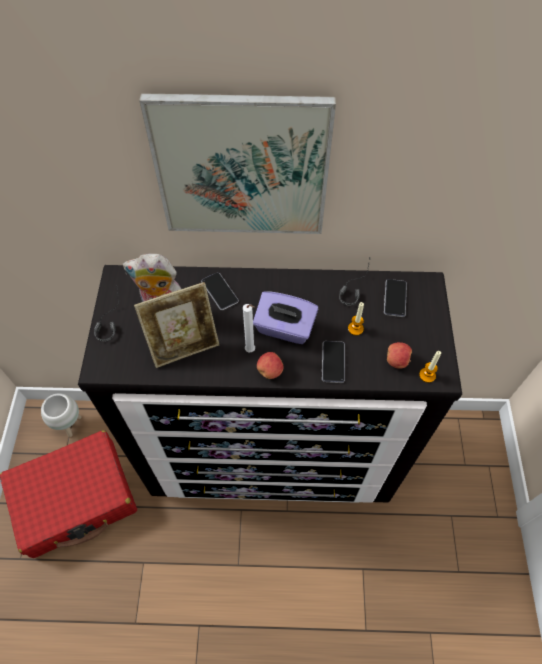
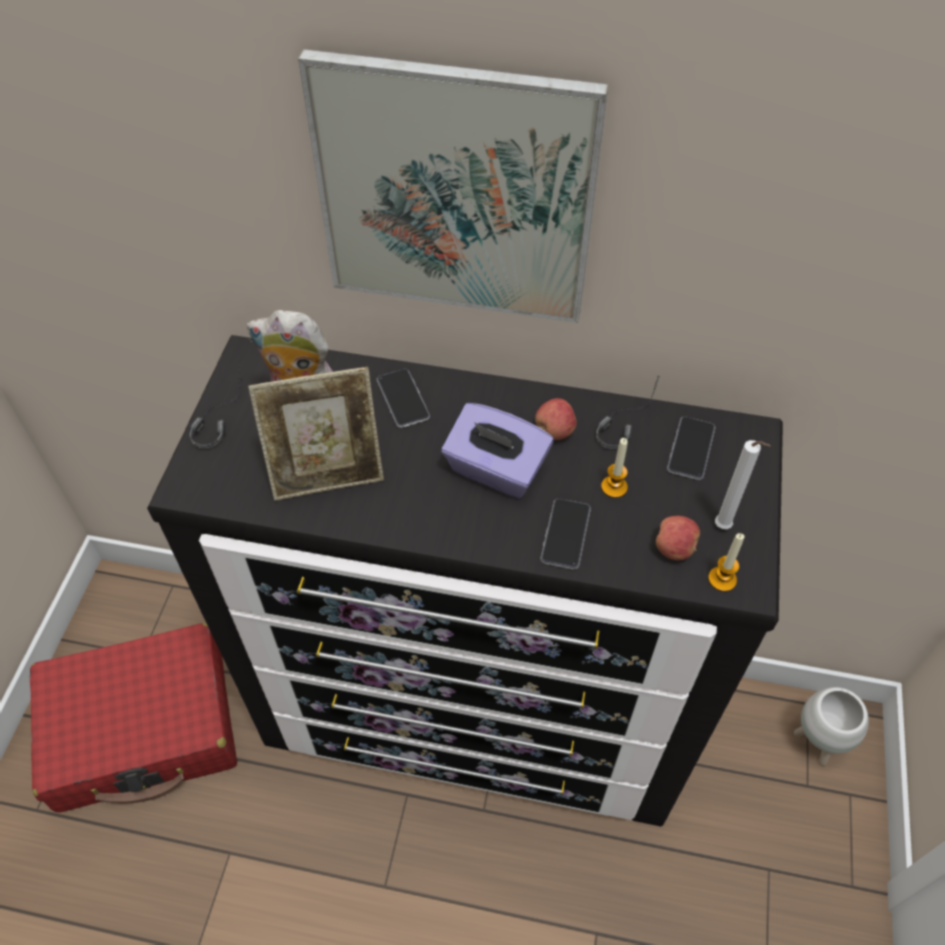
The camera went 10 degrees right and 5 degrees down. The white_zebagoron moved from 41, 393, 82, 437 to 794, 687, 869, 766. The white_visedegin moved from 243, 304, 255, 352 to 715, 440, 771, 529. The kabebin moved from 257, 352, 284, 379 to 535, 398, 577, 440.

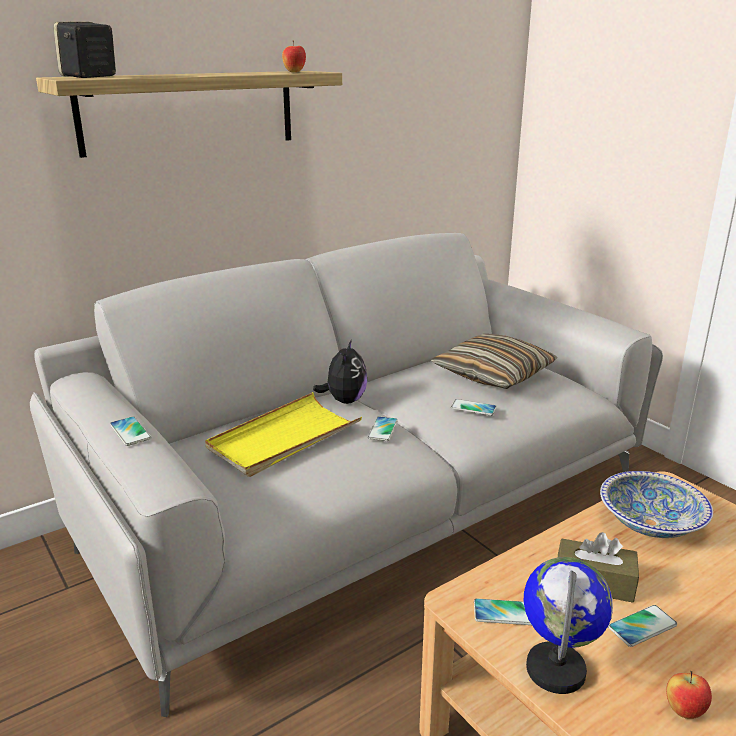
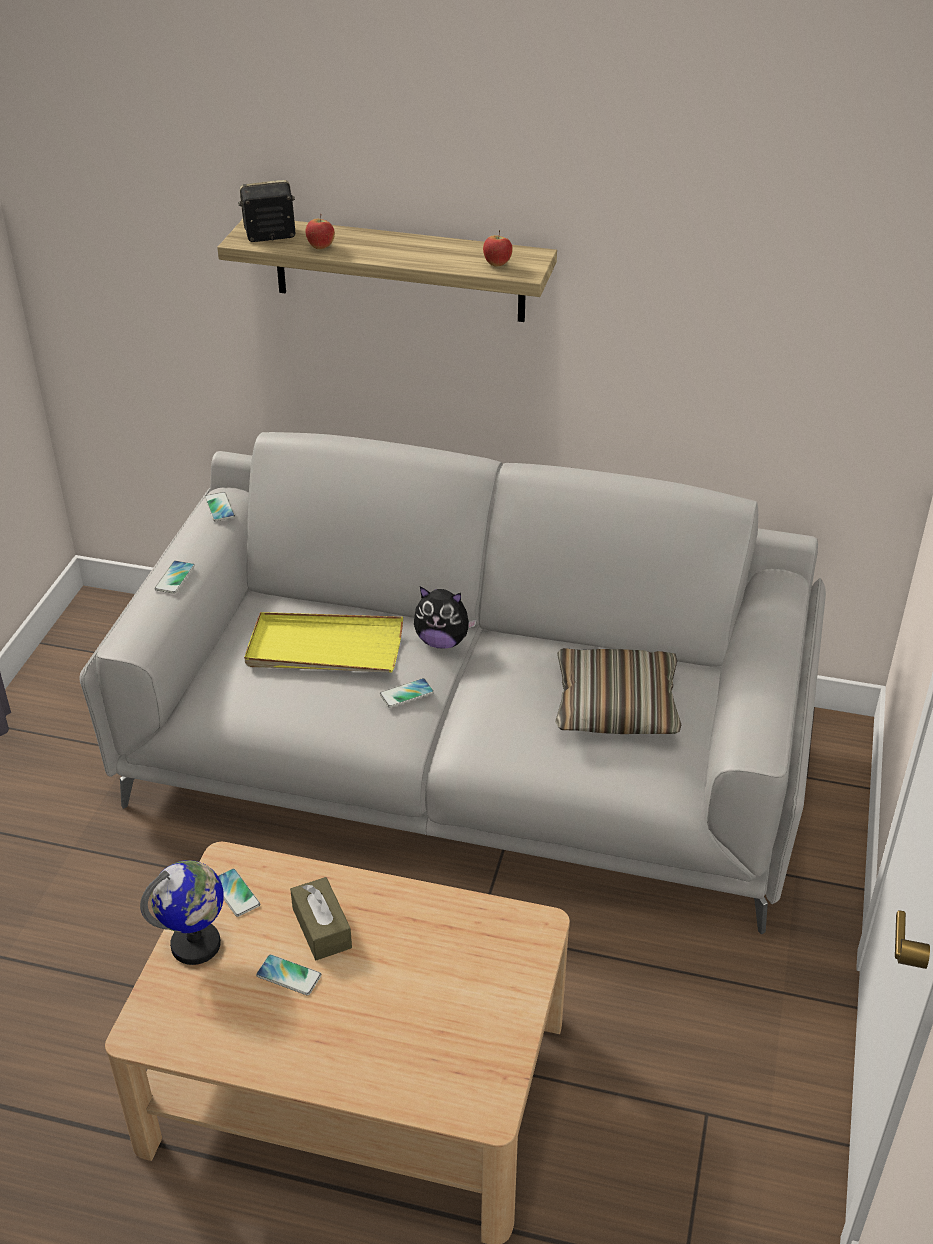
The camera went 50 degrees right and 15 degrees up. The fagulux at 313, 339, 367, 404 turned 45 degrees clockwise. The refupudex moved from 451, 399, 497, 416 to 205, 492, 235, 521. The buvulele at 600, 471, 713, 538 disappeared. The kabebin moved from 666, 671, 712, 719 to 305, 214, 335, 249.

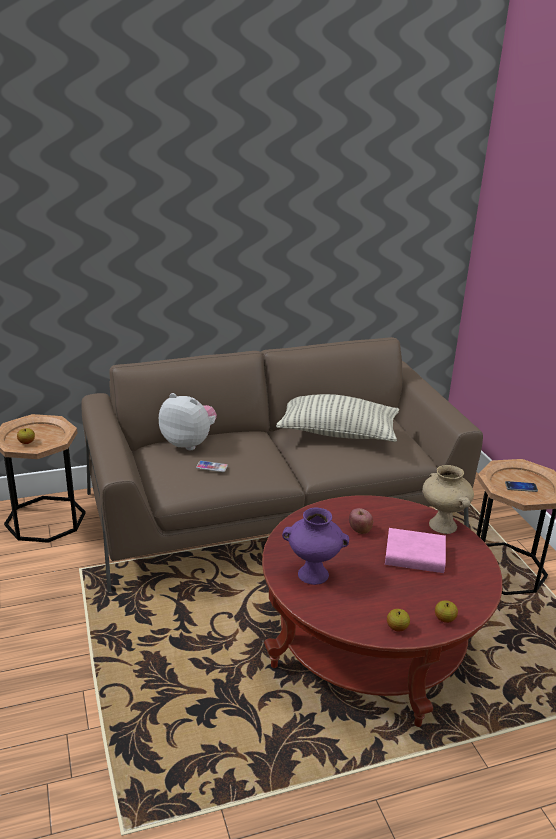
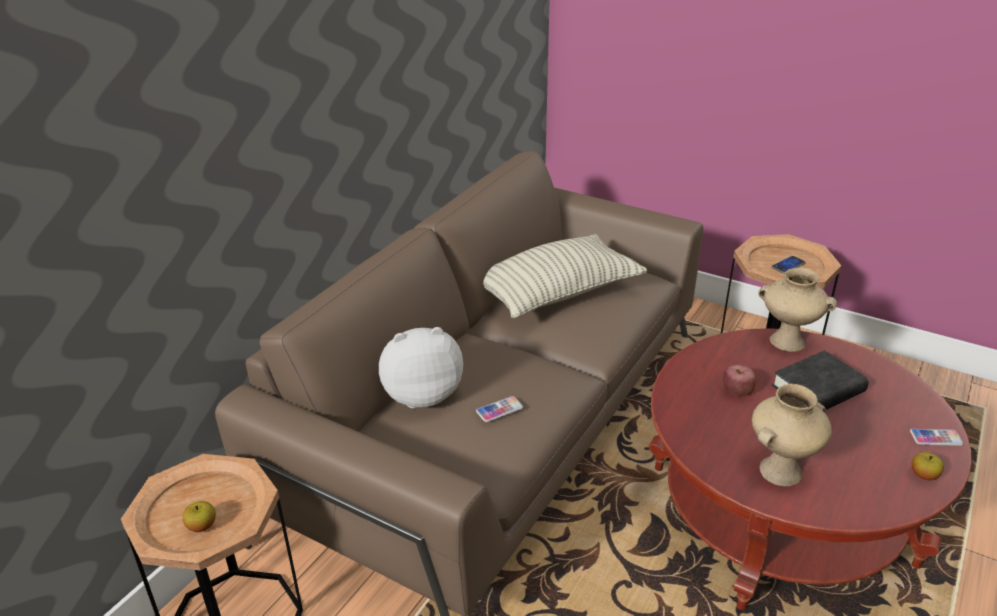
The camera went 40 degrees left and 5 degrees up. The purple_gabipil at 282, 508, 349, 585 became the beige_gabipil at 752, 384, 832, 486. The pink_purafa at 385, 528, 446, 573 became the black_purafa at 772, 350, 869, 410. The kabebin at 435, 600, 458, 623 was replaced by the refupudex at 910, 429, 964, 446.

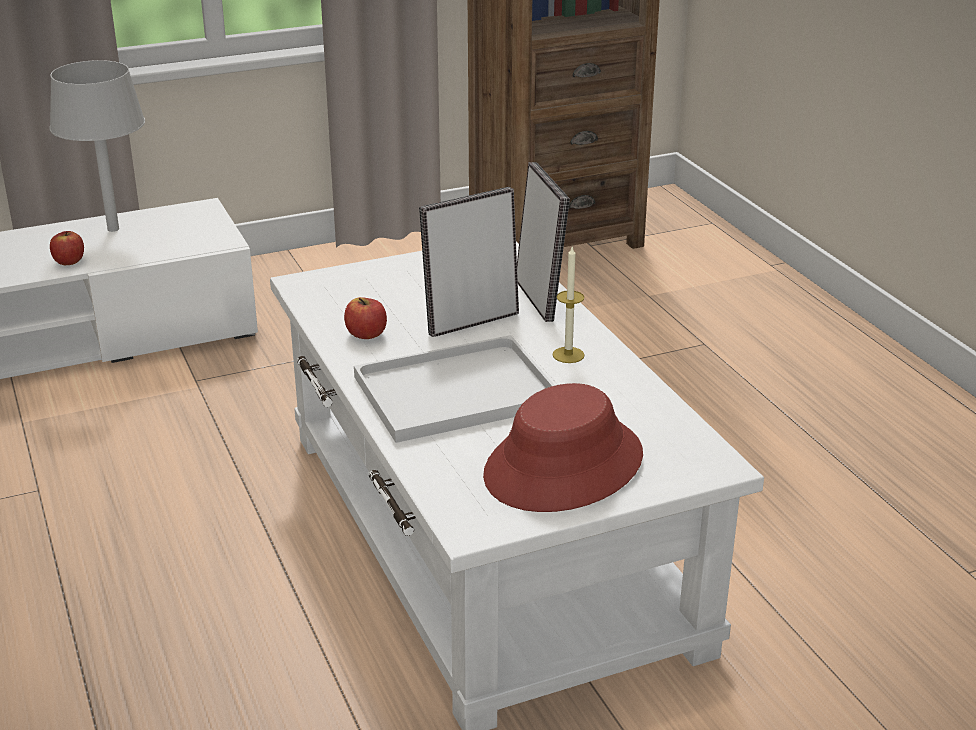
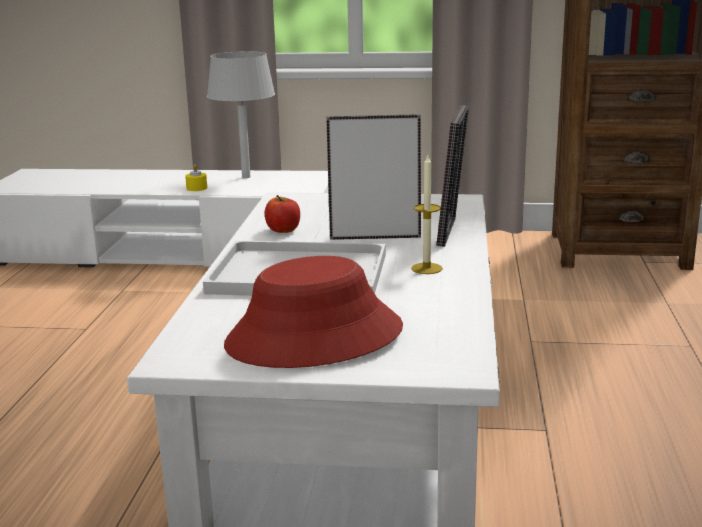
The camera went 30 degrees right and 10 degrees down. The kabebin at 50, 231, 84, 265 was replaced by the yellow_visedegin at 185, 164, 207, 191.

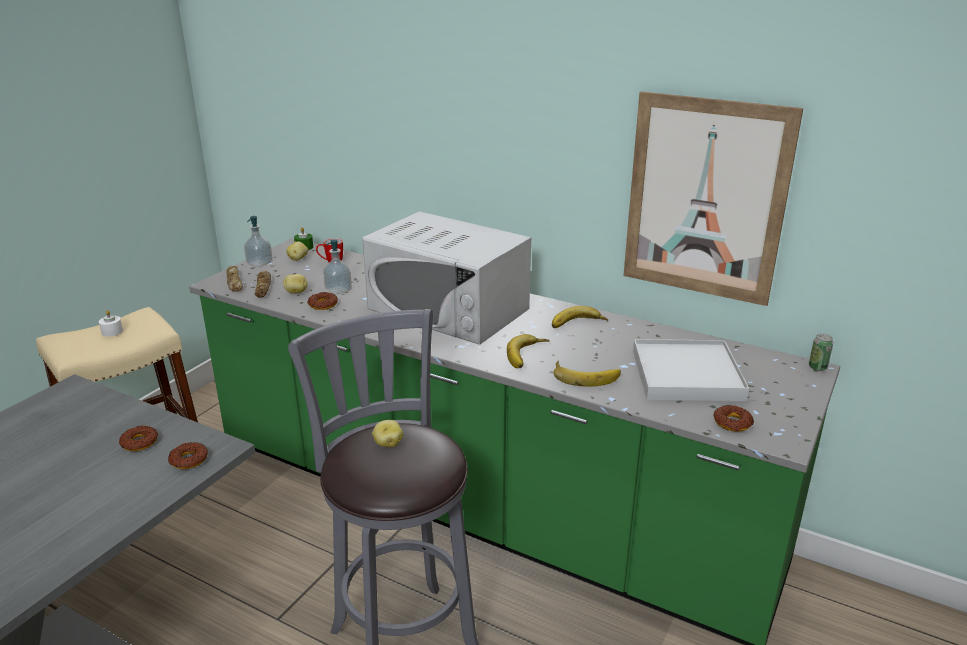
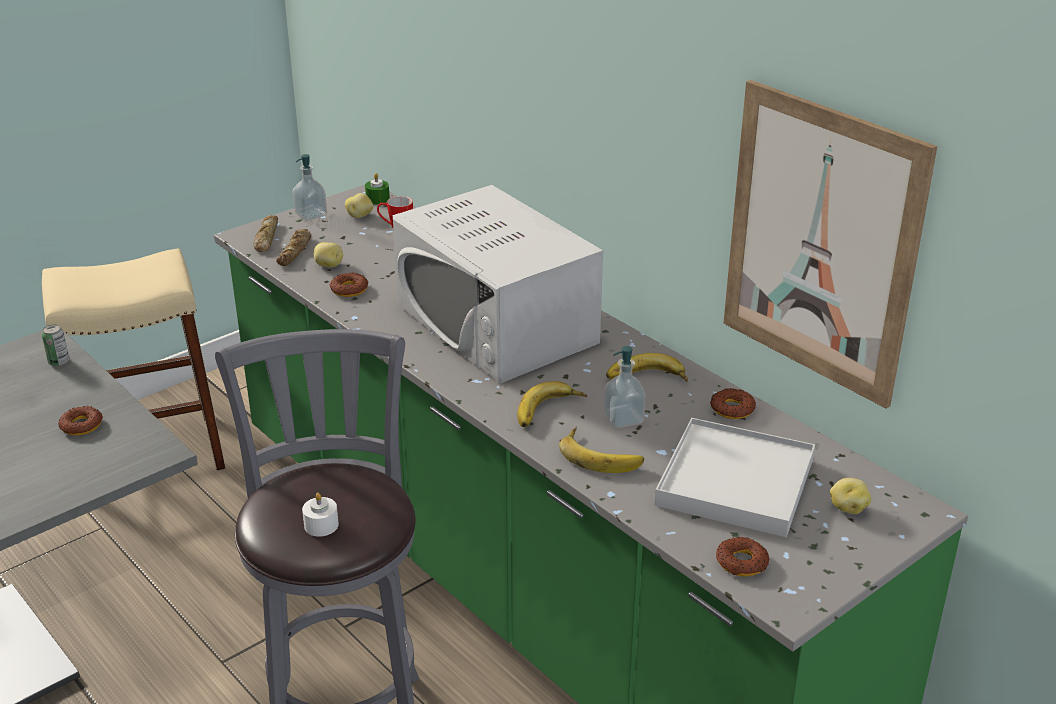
The camera went 20 degrees right and 5 degrees up. The white_visedegin moved from 99, 310, 123, 337 to 302, 493, 339, 537. The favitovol moved from 168, 442, 208, 469 to 710, 388, 756, 419. The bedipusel moved from 323, 239, 352, 295 to 604, 346, 646, 428. The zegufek moved from 372, 420, 404, 447 to 830, 478, 871, 514. The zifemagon moved from 809, 334, 833, 371 to 42, 324, 69, 366.

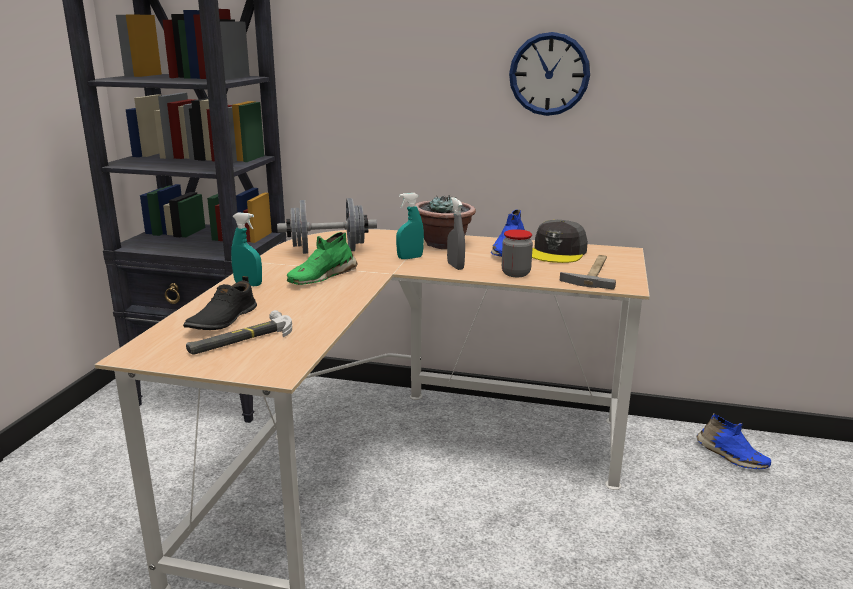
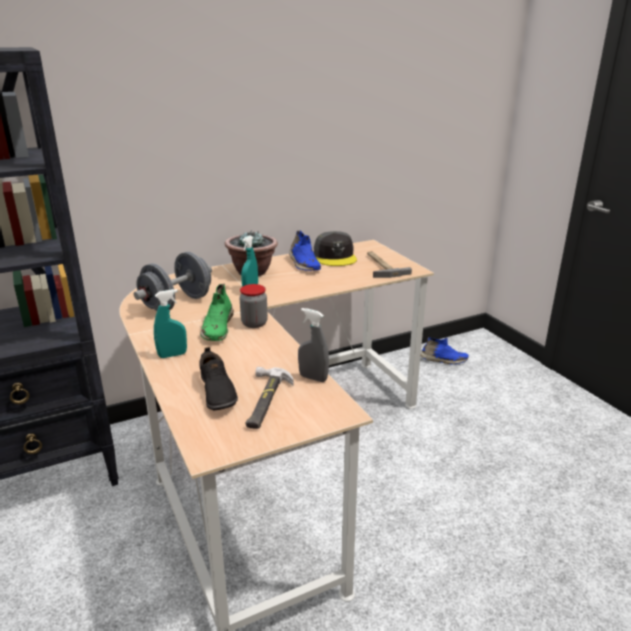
The camera went 40 degrees left and 5 degrees up. The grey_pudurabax moved from 447, 197, 465, 270 to 298, 308, 329, 382. The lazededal moved from 502, 229, 533, 277 to 239, 284, 268, 328. The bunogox at 509, 32, 590, 116 disappeared.

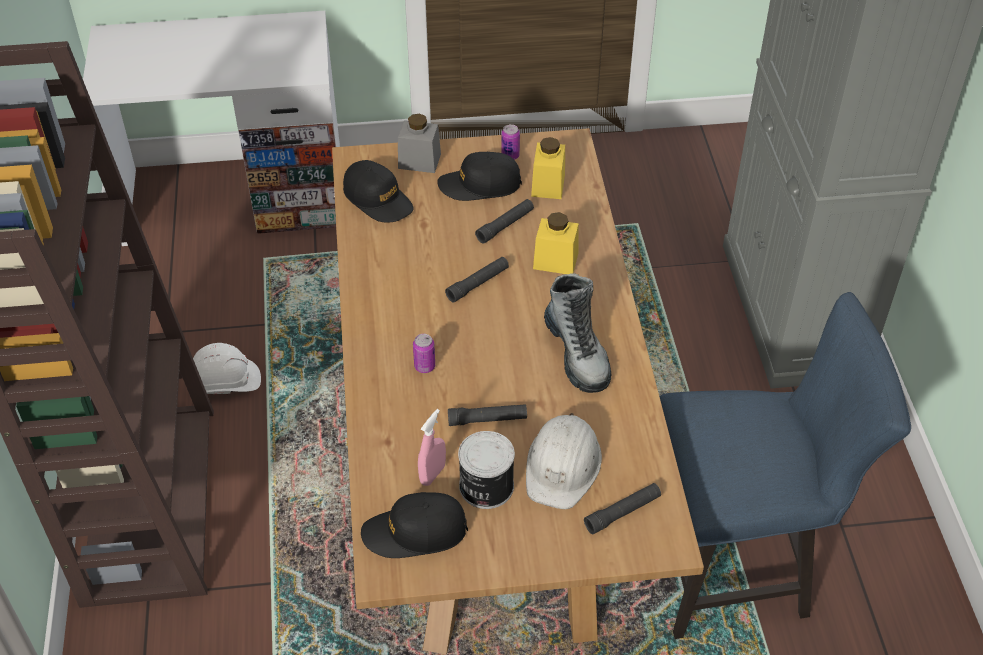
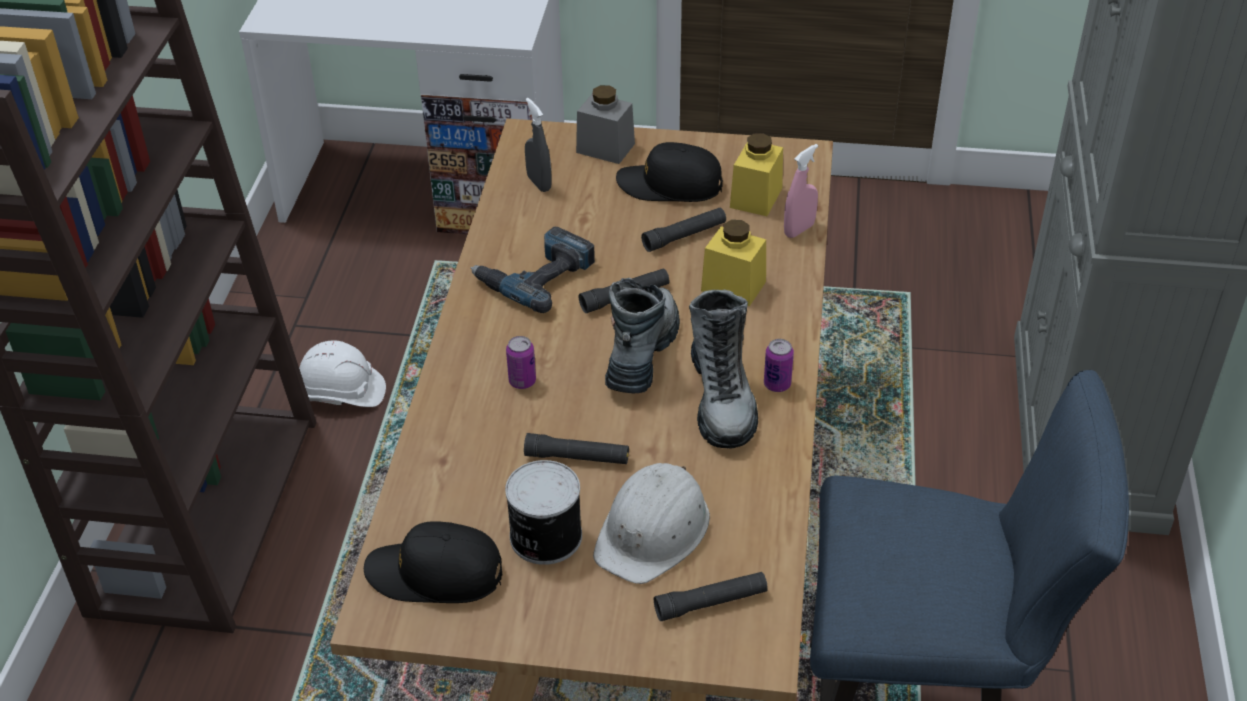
The camera went 15 degrees right and 5 degrees down. The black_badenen at 343, 160, 414, 223 was replaced by the grey_pudurabax at 525, 98, 552, 192. The pink_pudurabax moved from 418, 409, 446, 486 to 784, 144, 818, 238. The zifemagon moved from 501, 124, 520, 160 to 764, 339, 794, 392. The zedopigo at 471, 226, 595, 313 appeared. The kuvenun at 605, 278, 680, 394 appeared.

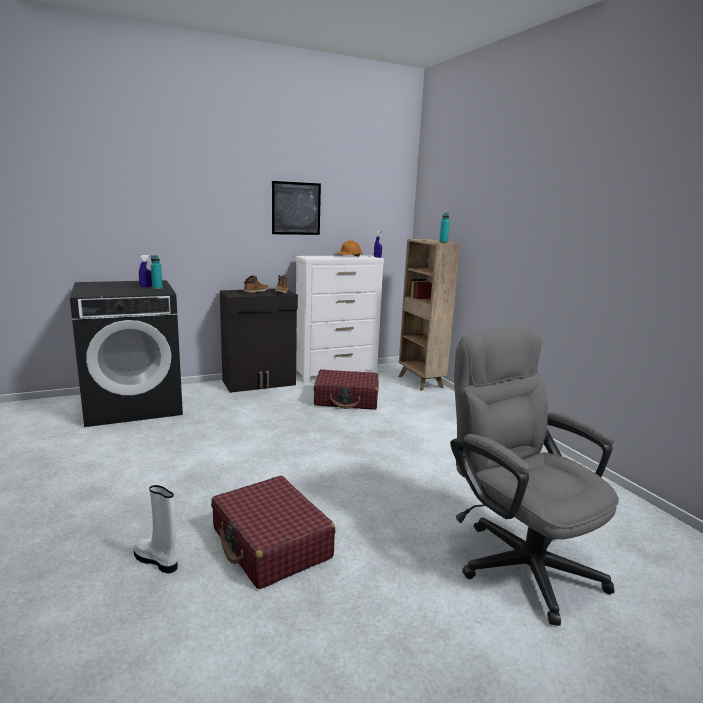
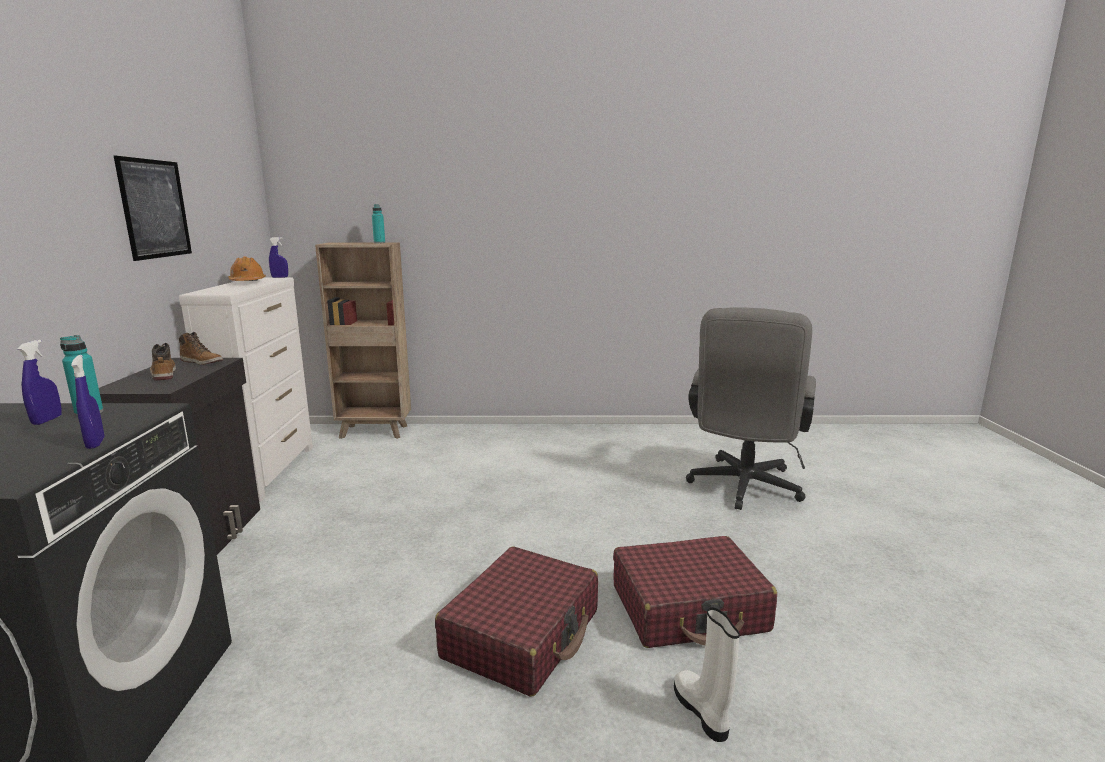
The camera went 65 degrees left and 0 degrees up. The white_kuvenun at 134, 485, 178, 573 turned 105 degrees clockwise. The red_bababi moved from 314, 369, 379, 410 to 435, 546, 598, 697. The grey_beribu at 450, 327, 619, 626 turned 60 degrees counterclockwise. The blue_pudurabax at 71, 355, 104, 449 appeared.

